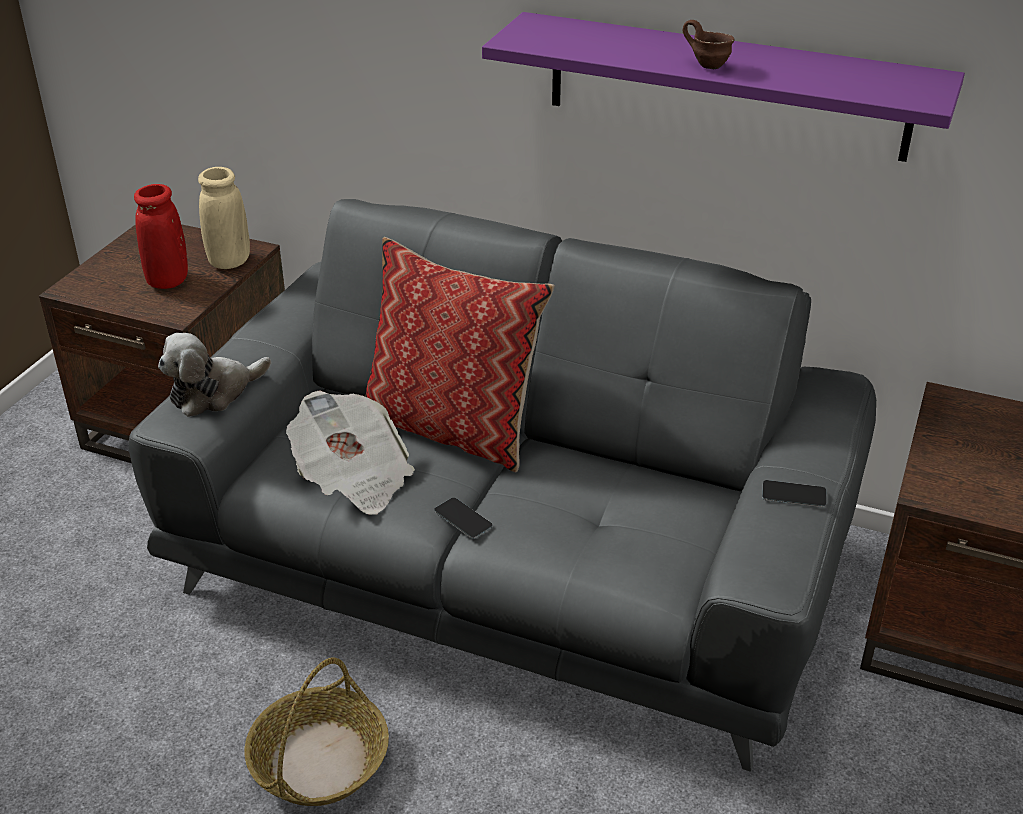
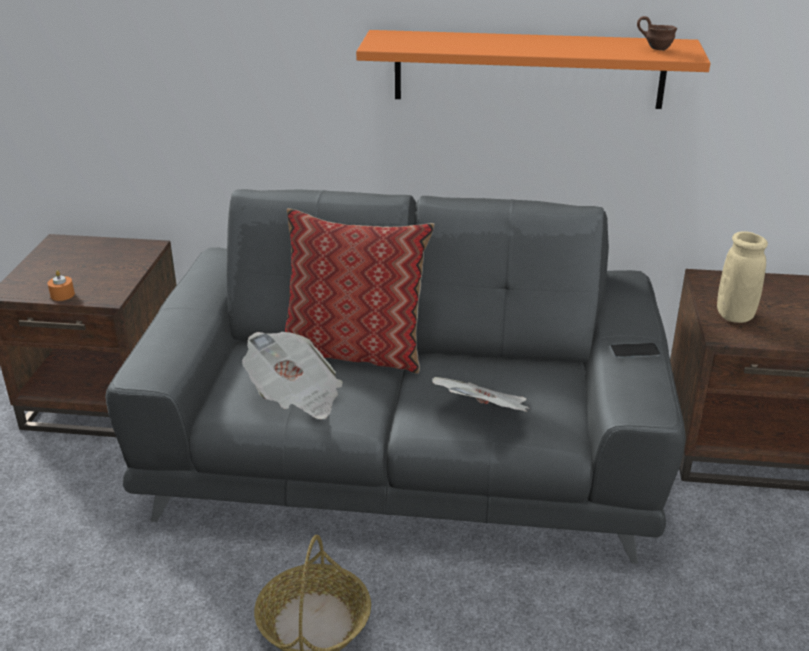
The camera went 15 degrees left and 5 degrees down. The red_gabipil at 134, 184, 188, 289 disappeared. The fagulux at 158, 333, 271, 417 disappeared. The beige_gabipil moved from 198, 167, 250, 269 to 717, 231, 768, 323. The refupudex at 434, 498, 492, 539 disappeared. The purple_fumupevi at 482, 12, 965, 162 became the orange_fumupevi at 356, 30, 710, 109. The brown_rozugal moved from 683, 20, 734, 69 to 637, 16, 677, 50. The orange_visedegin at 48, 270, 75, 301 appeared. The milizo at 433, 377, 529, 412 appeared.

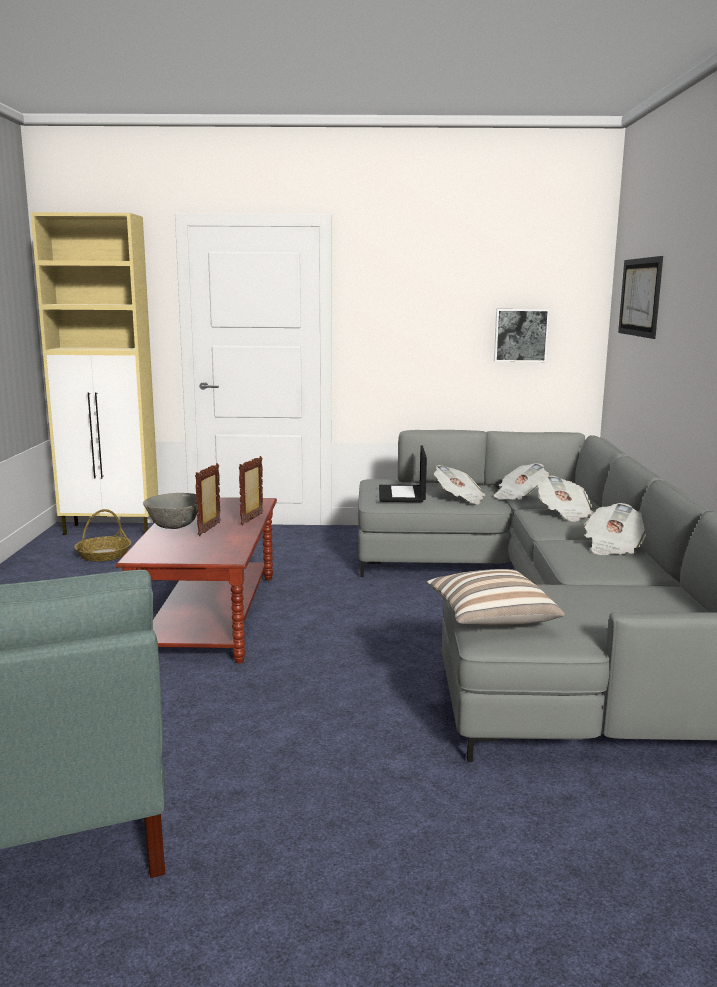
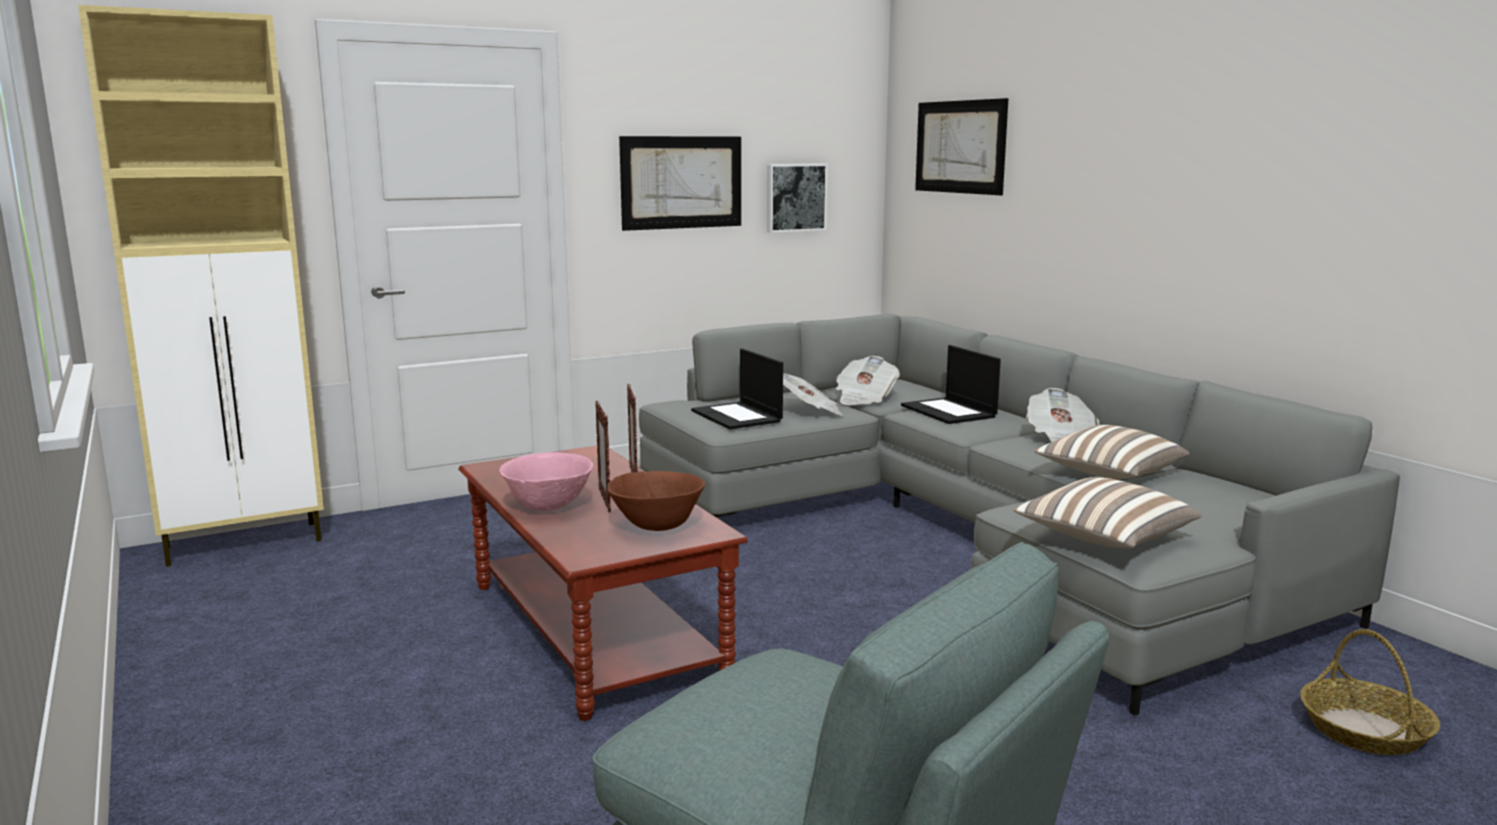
The camera went 30 degrees left and 0 degrees up. The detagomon moved from 74, 509, 131, 562 to 1300, 629, 1440, 755. The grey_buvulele at 143, 493, 198, 529 became the pink_buvulele at 499, 452, 593, 511. The milizo at 538, 476, 594, 522 was replaced by the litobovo at 901, 345, 1001, 424. The brown_buvulele at 607, 471, 705, 531 appeared. The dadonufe at 619, 136, 741, 231 appeared. The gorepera at 1035, 425, 1190, 479 appeared.

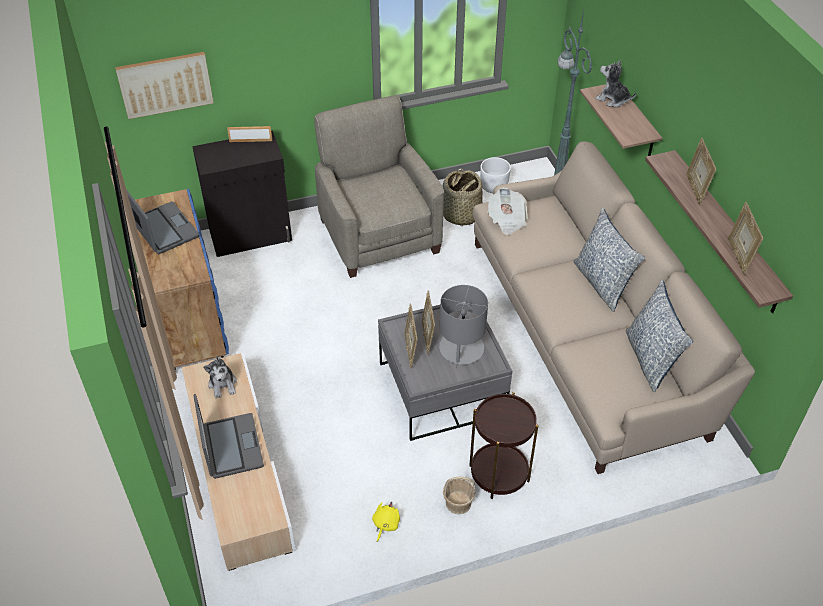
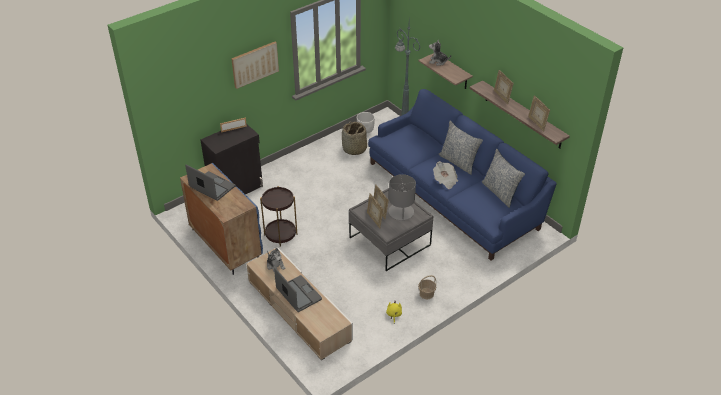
The camera went 20 degrees left and 5 degrees down. The dadonufe moved from 115, 52, 214, 119 to 231, 42, 279, 89. The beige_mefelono at 314, 96, 444, 278 disappeared. The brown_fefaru moved from 469, 393, 539, 499 to 260, 186, 297, 246. The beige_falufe at 473, 141, 755, 474 became the blue_falufe at 368, 89, 557, 261. The milizo moved from 488, 187, 527, 235 to 433, 161, 458, 189.

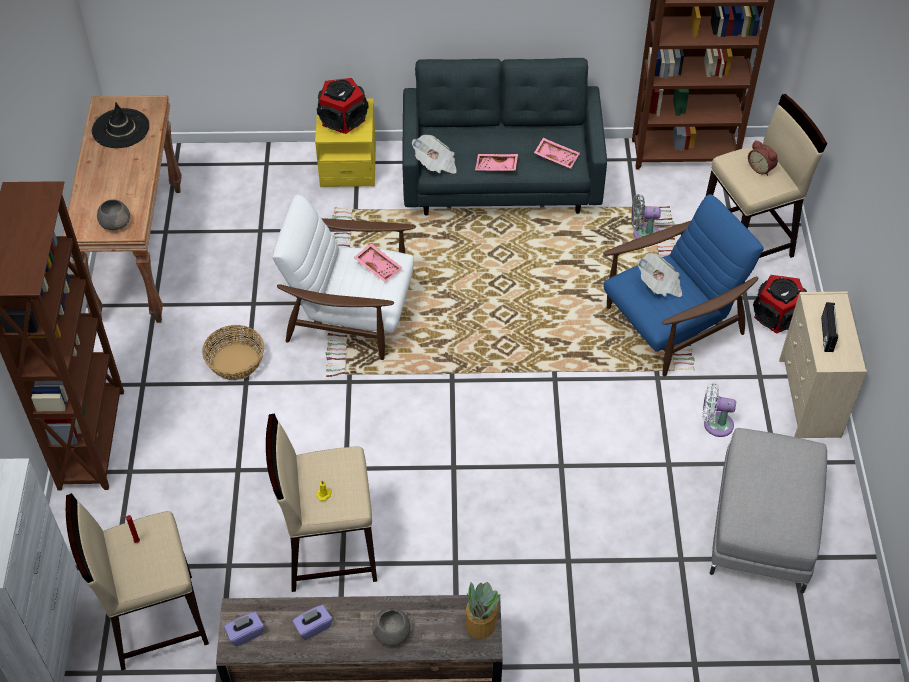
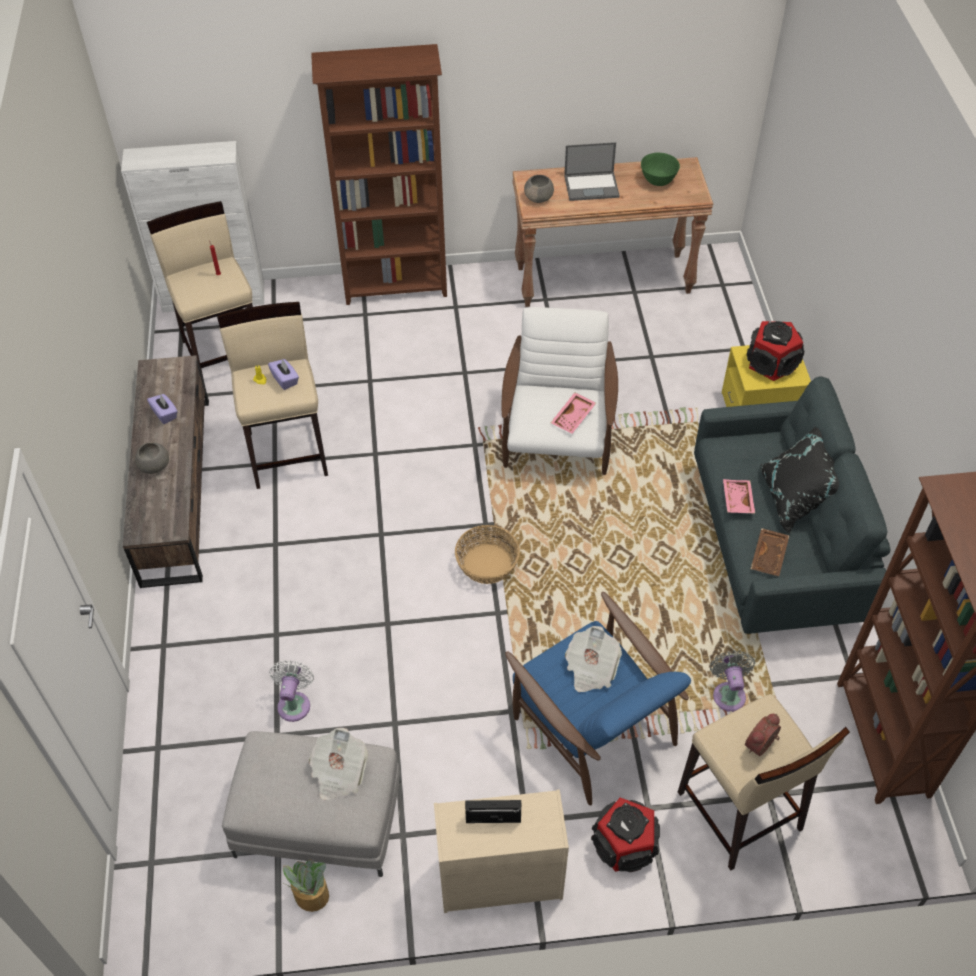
The camera went 85 degrees right and 0 degrees up. The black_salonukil at 92, 102, 149, 148 was replaced by the green_buvulele at 641, 153, 680, 186. The detagomon moved from 202, 325, 264, 380 to 455, 525, 520, 584. The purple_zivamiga moved from 224, 612, 264, 646 to 268, 358, 299, 390. The milizo moved from 412, 135, 456, 173 to 309, 728, 368, 800. The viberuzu moved from 466, 582, 500, 639 to 282, 859, 329, 912. The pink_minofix at 534, 138, 580, 169 became the brown_minofix at 751, 528, 790, 576. The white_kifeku moved from 702, 382, 736, 437 to 270, 661, 314, 722. The litobovo at 564, 142, 620, 201 appeared. The black_gorepera at 760, 427, 839, 534 appeared.

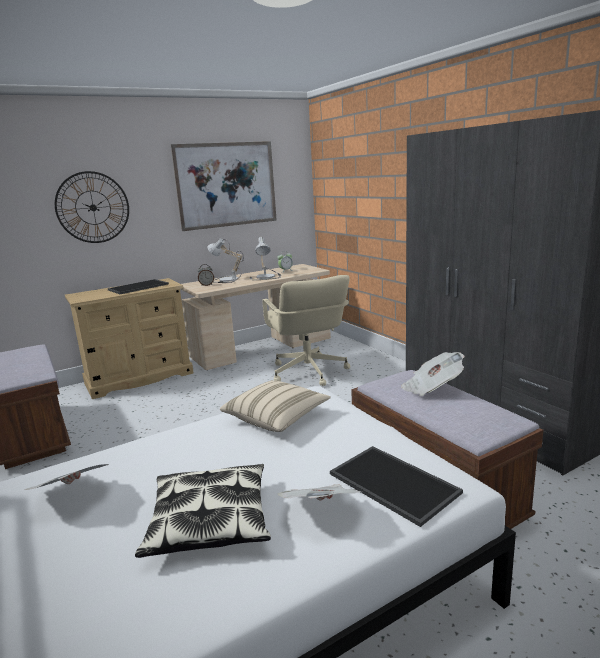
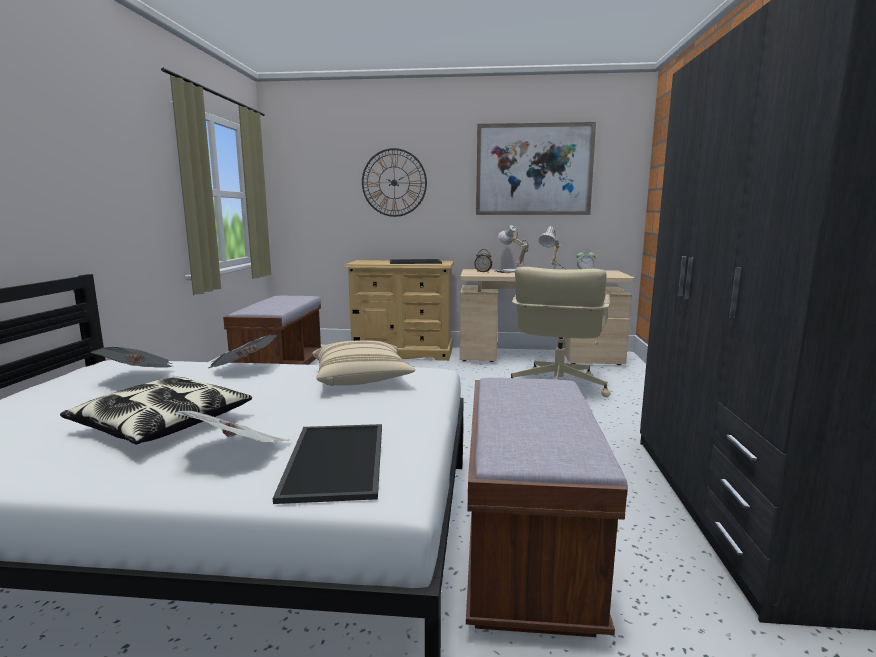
The camera went 35 degrees right and 5 degrees down. The milizo moved from 401, 352, 465, 396 to 208, 335, 277, 368.

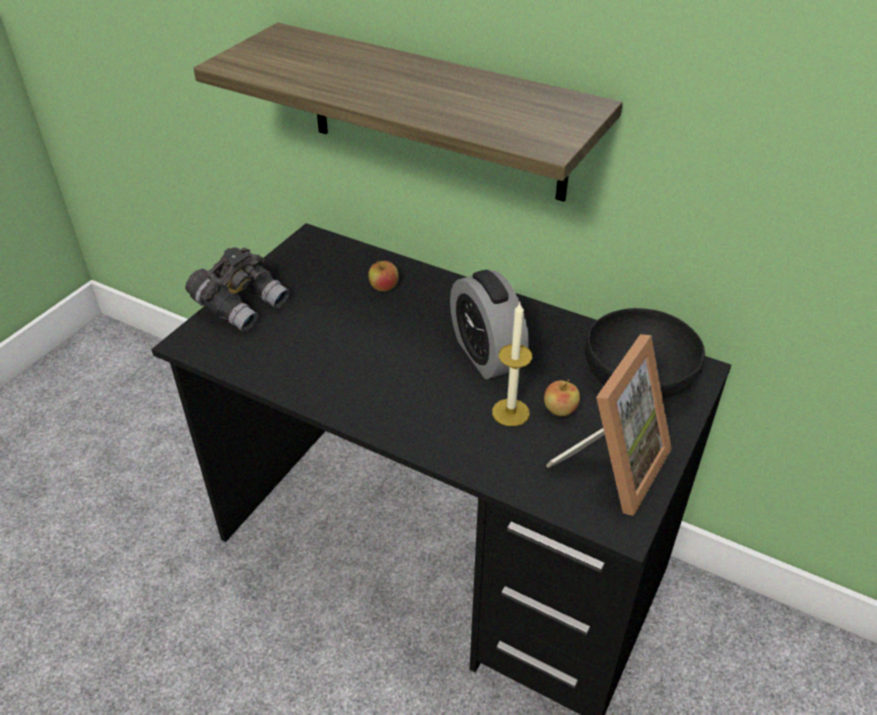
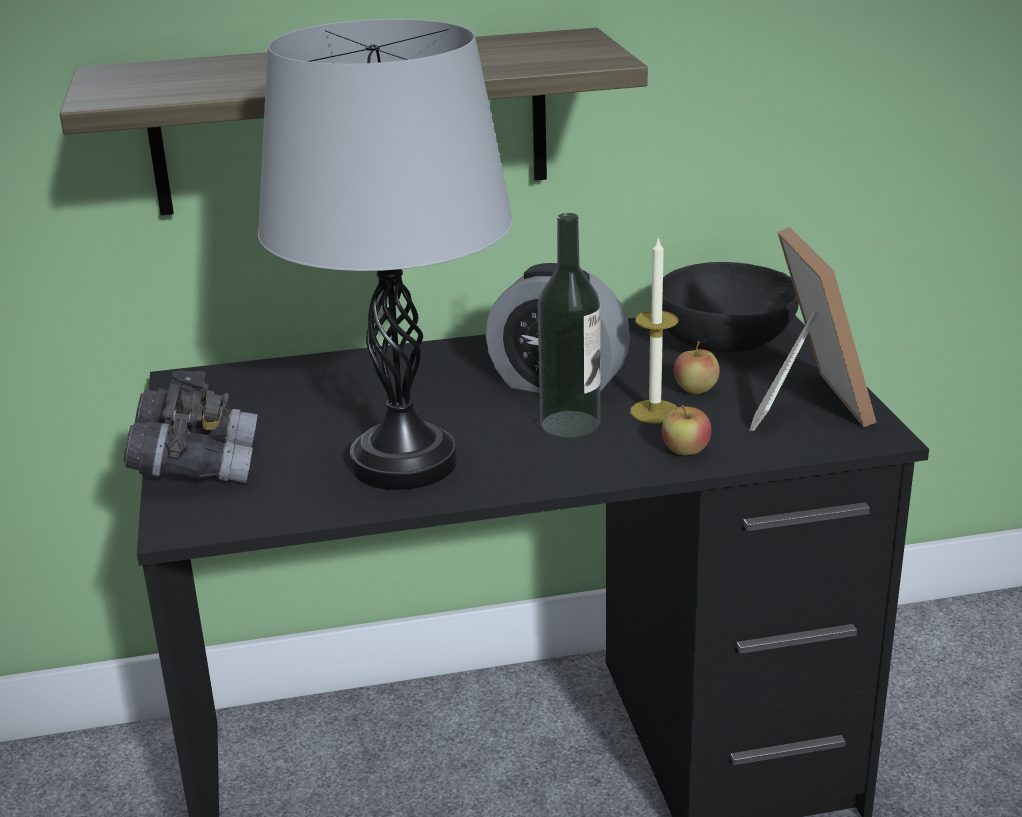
The camera went 40 degrees left and 15 degrees down. The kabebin moved from 368, 261, 399, 292 to 662, 405, 711, 456. The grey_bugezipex at 258, 19, 513, 490 appeared. The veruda at 538, 213, 600, 439 appeared.

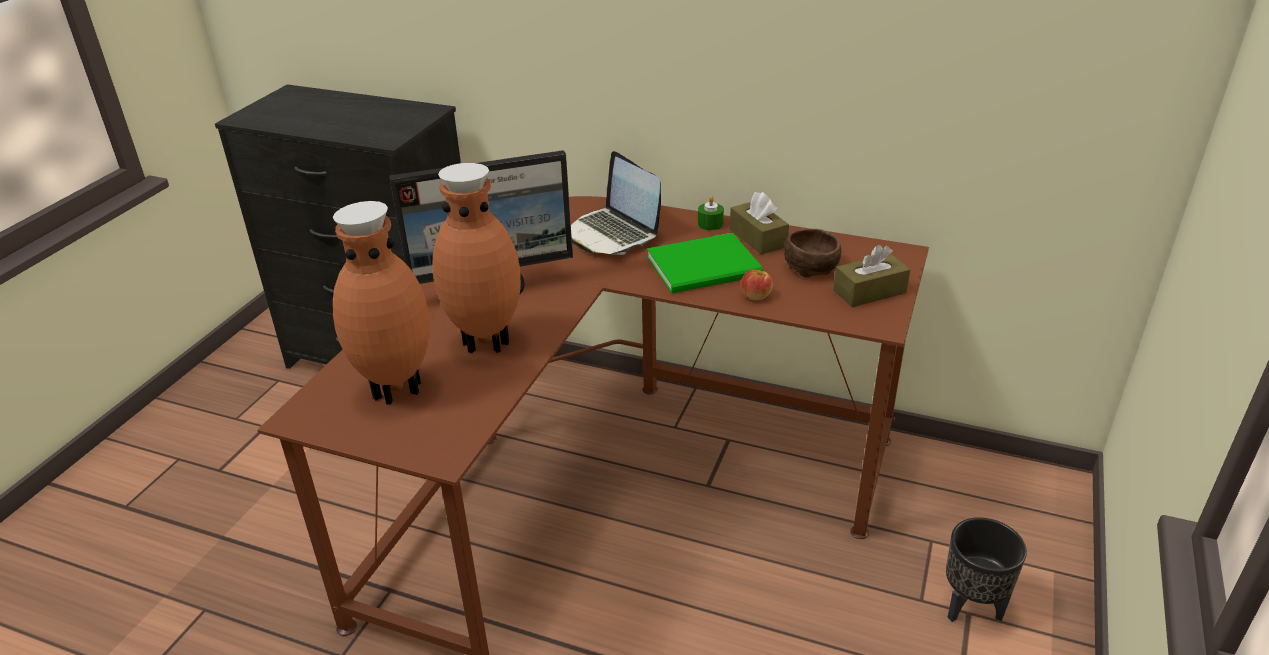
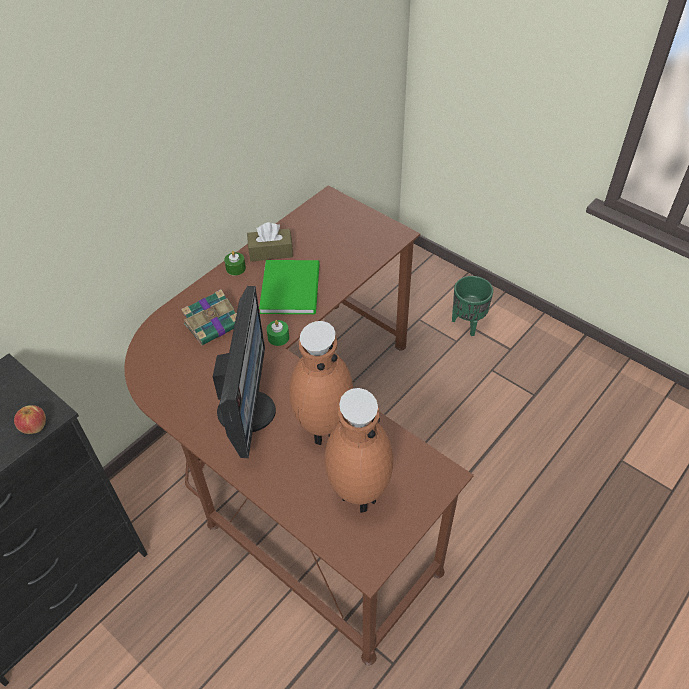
The camera went 70 degrees left and 15 degrees up. The litobovo at 571, 151, 661, 255 was replaced by the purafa at 181, 289, 237, 346. The kabebin moved from 741, 269, 773, 301 to 14, 405, 46, 434. The brown_buvulele at 784, 229, 841, 277 disappeared. The brown_zivamiga at 834, 245, 910, 307 disappeared. The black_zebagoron at 946, 517, 1027, 622 became the green_zebagoron at 452, 276, 493, 336. The green_visedegin at 267, 320, 289, 346 appeared.

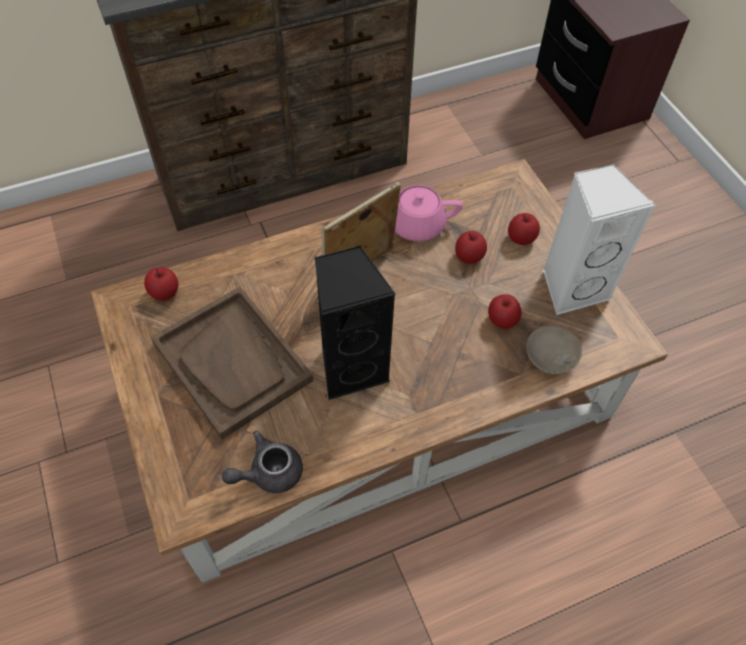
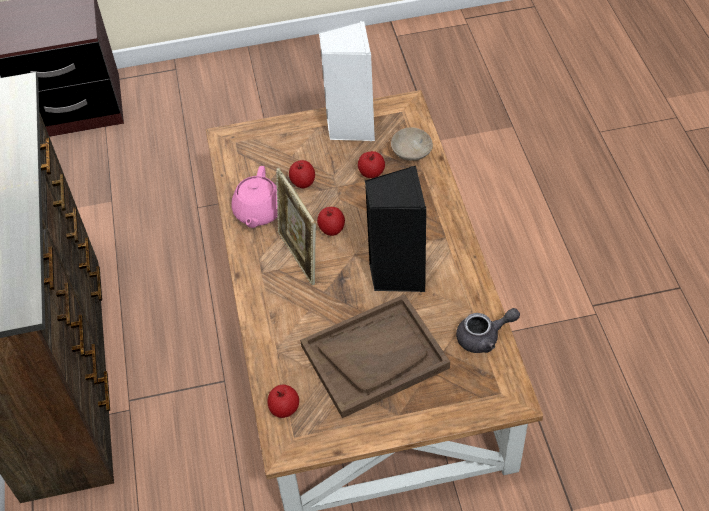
The camera went 75 degrees left and 5 degrees down. The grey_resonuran at 222, 431, 303, 493 turned 90 degrees counterclockwise. The kabebin moved from 508, 213, 540, 245 to 317, 207, 345, 236.

